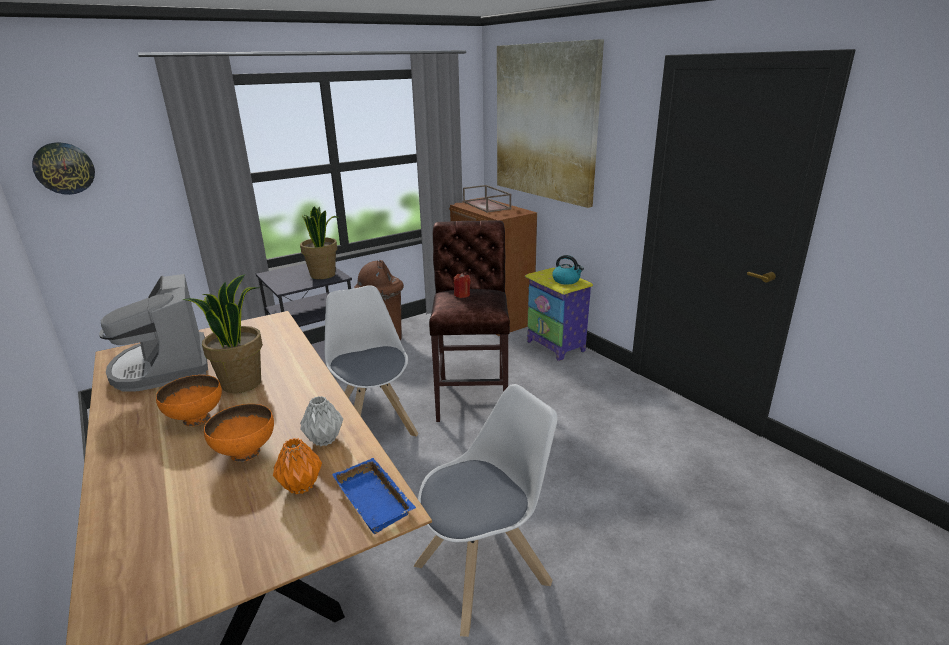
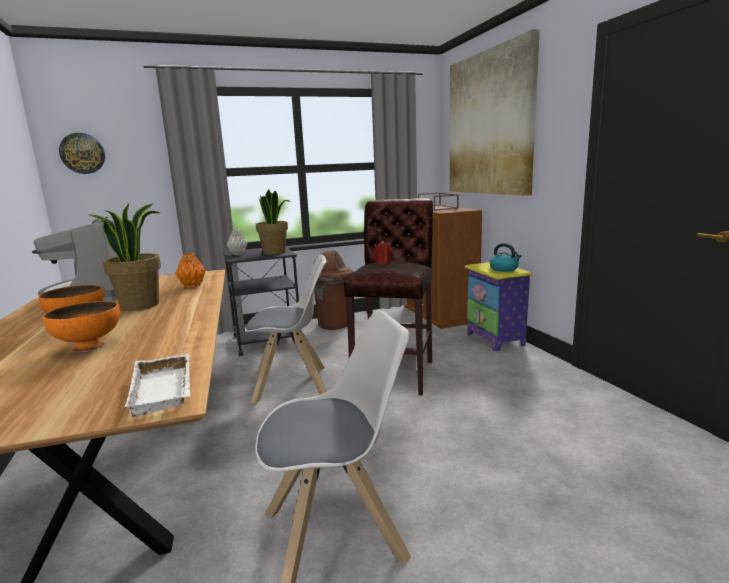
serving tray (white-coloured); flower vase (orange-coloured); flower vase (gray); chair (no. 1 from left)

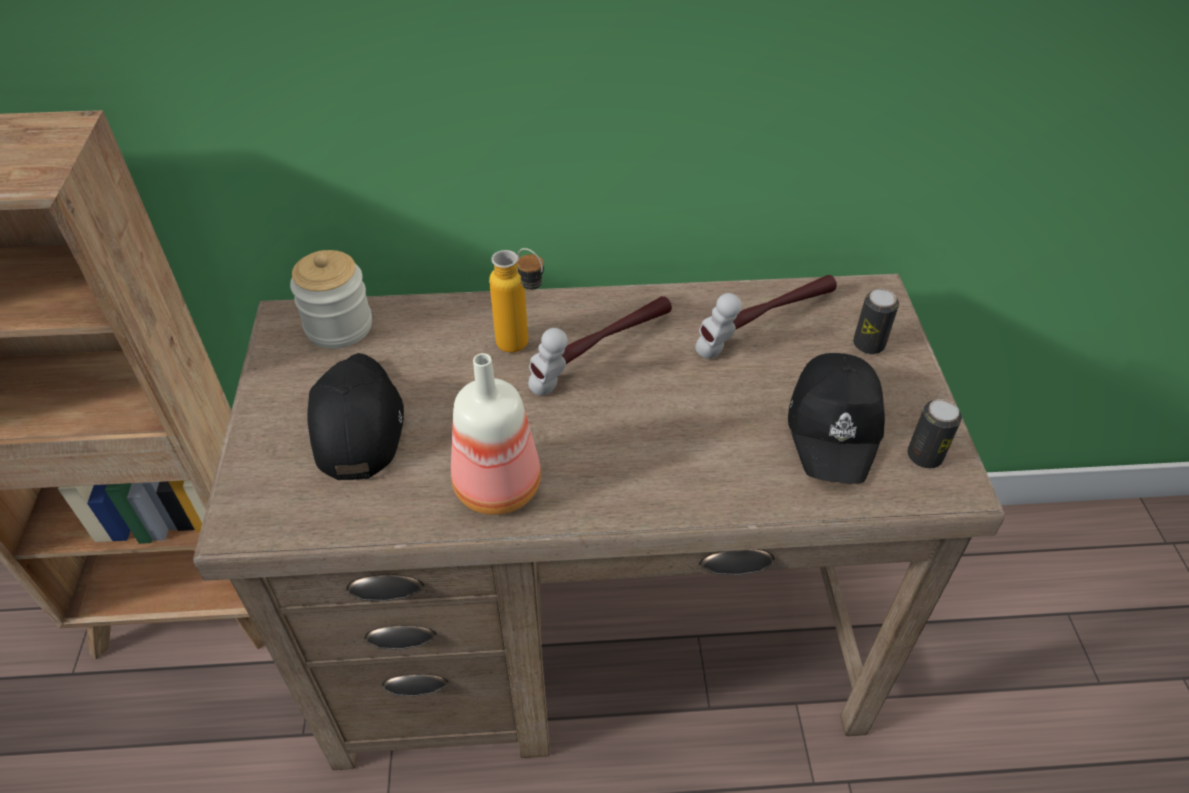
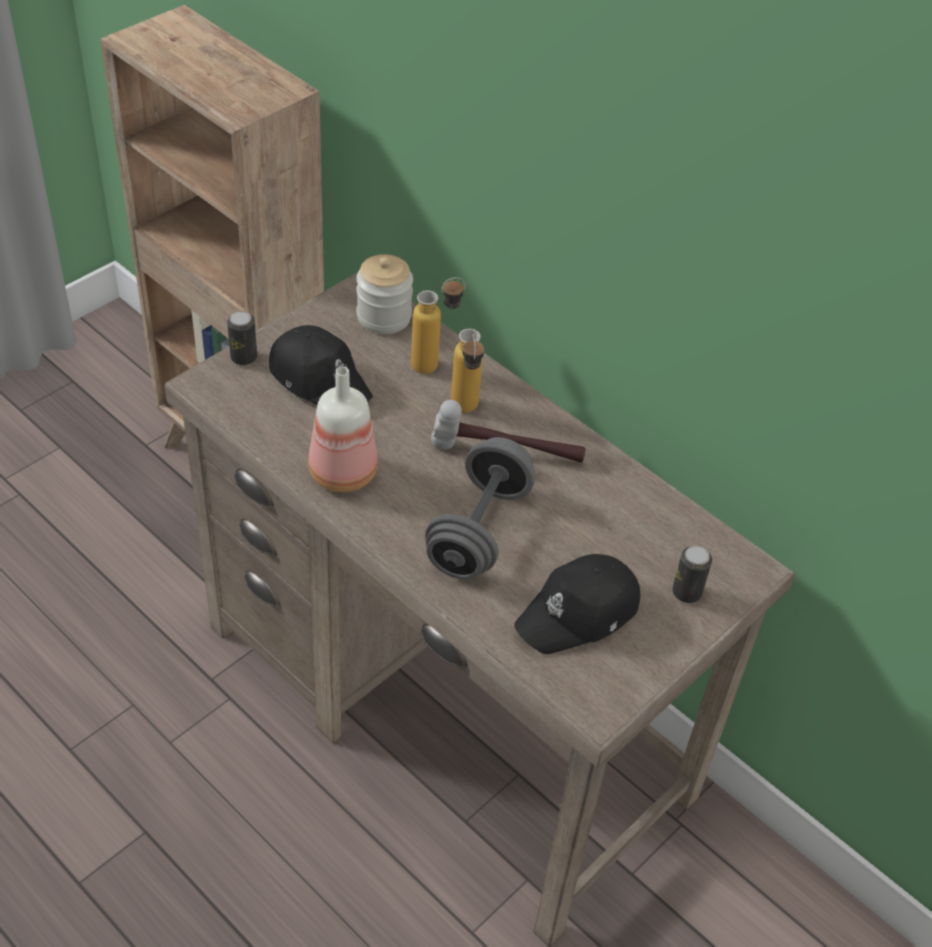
can (no. 1 from left); peaked cap (black-coloured) (no. 1 from left); bottle (no. 2 from left); dumbbell (gray); hammer (no. 2 from left in the first image)

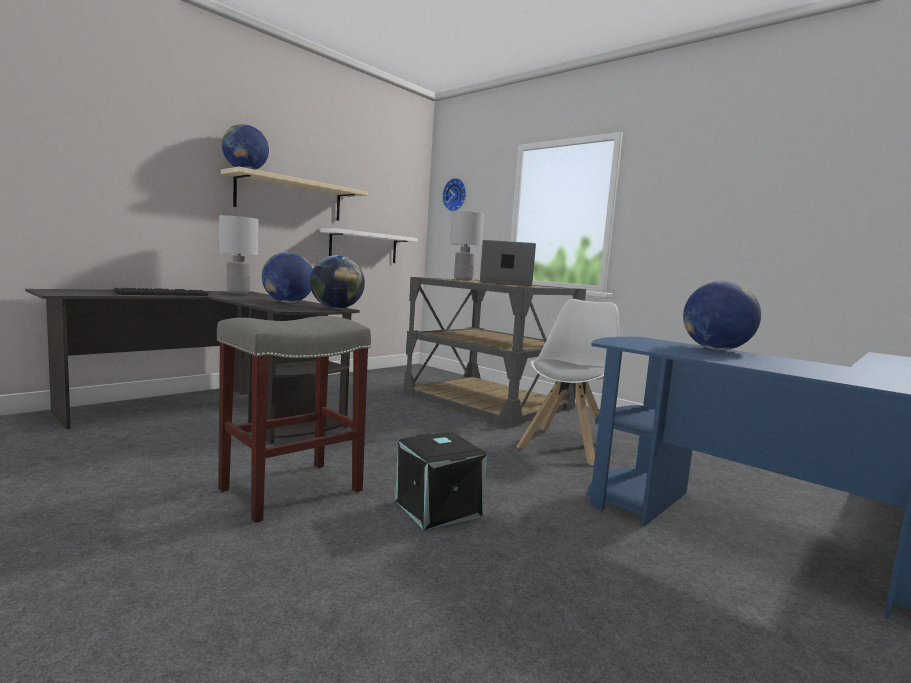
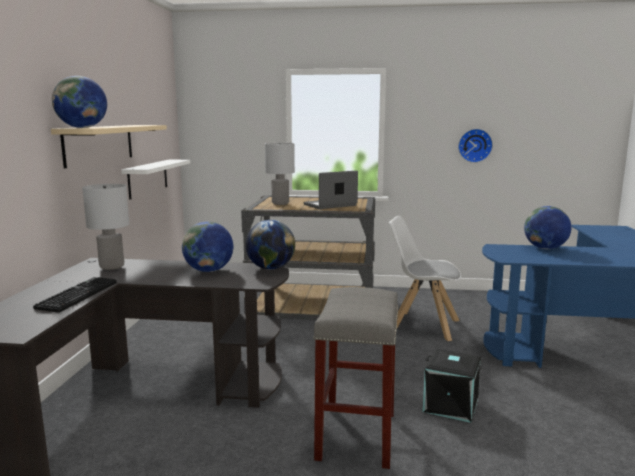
chair; hanging clock

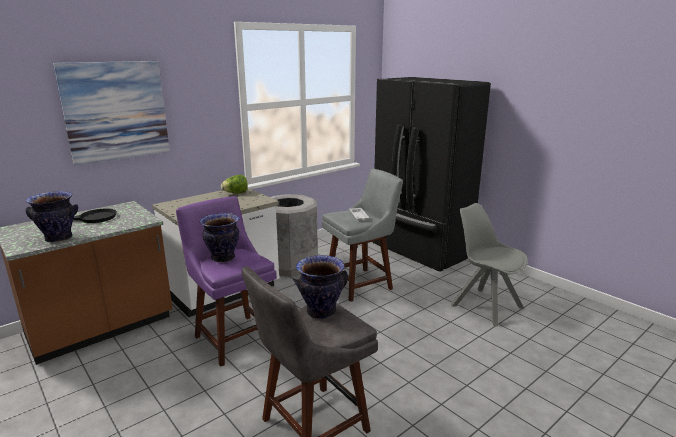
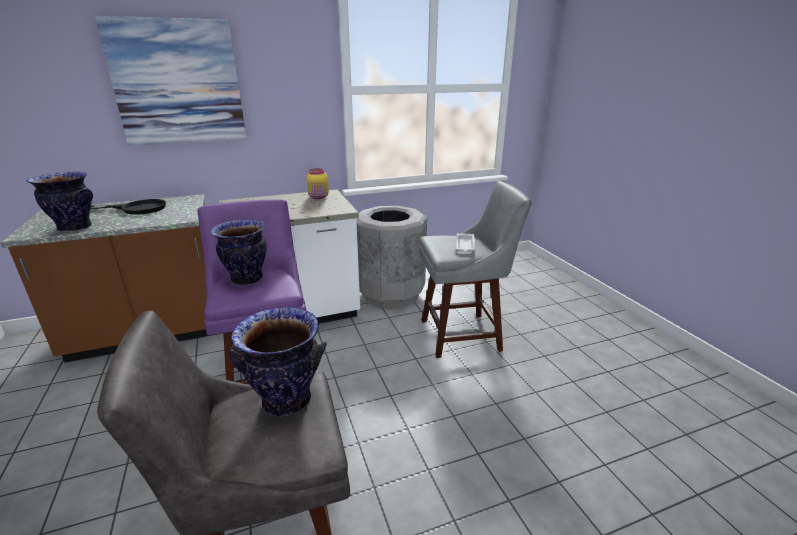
preserve jar (yellow-coloured); kitchen fridge (black-coloured); chair (gray)

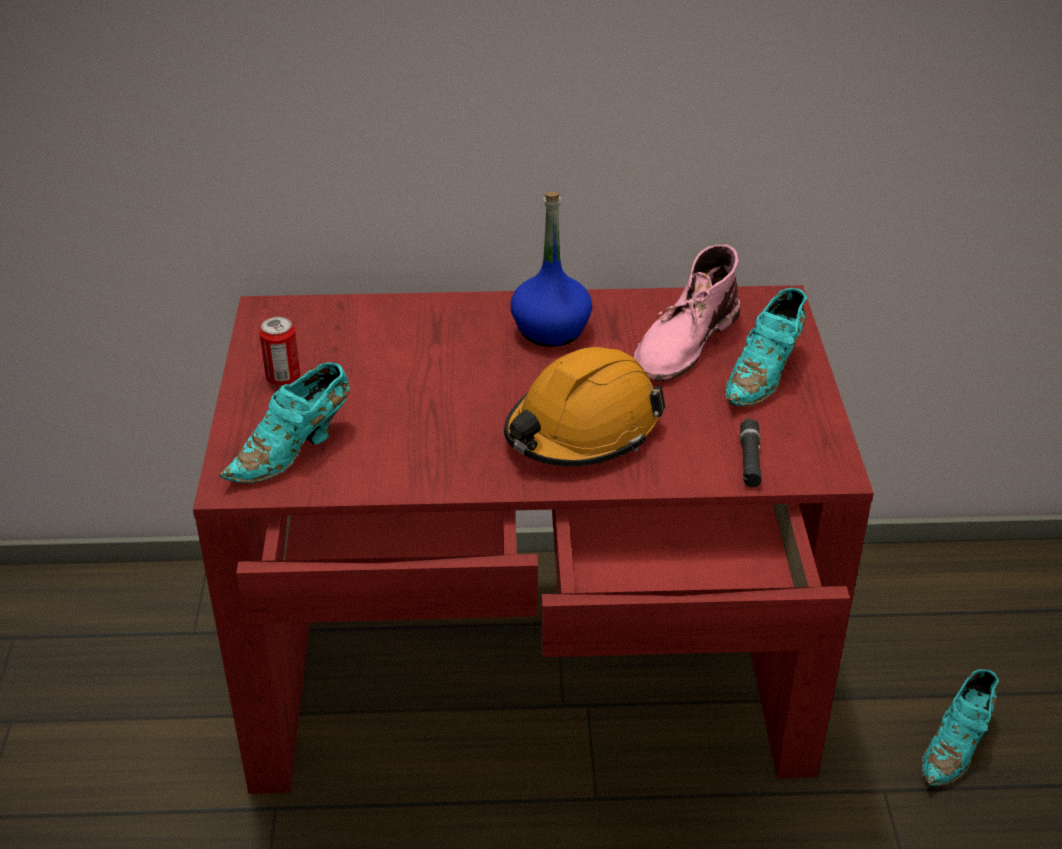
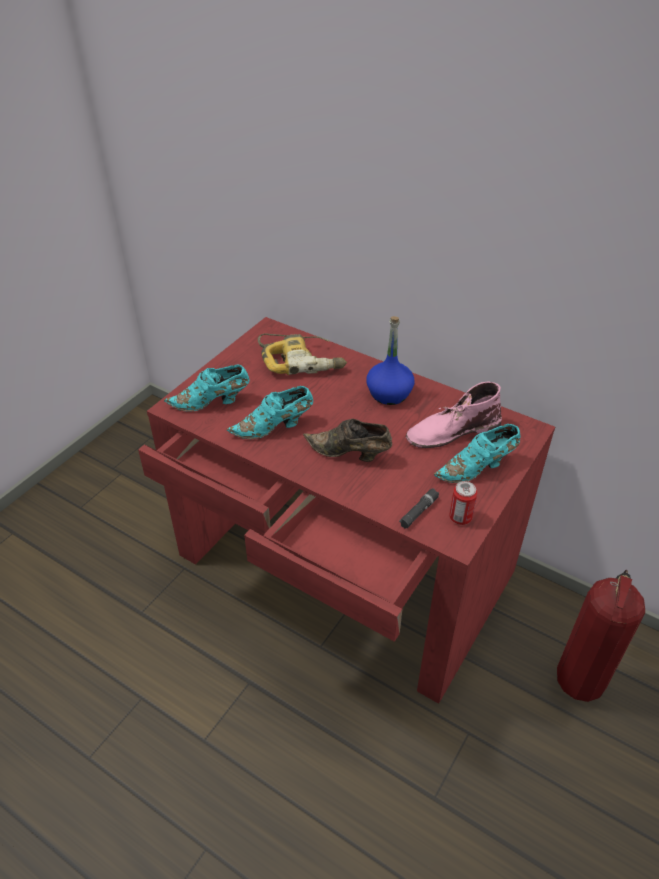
shoe (blue-green) (no. 2 from left); power drill; shoe (brownish); can; fire-fighting cylinder

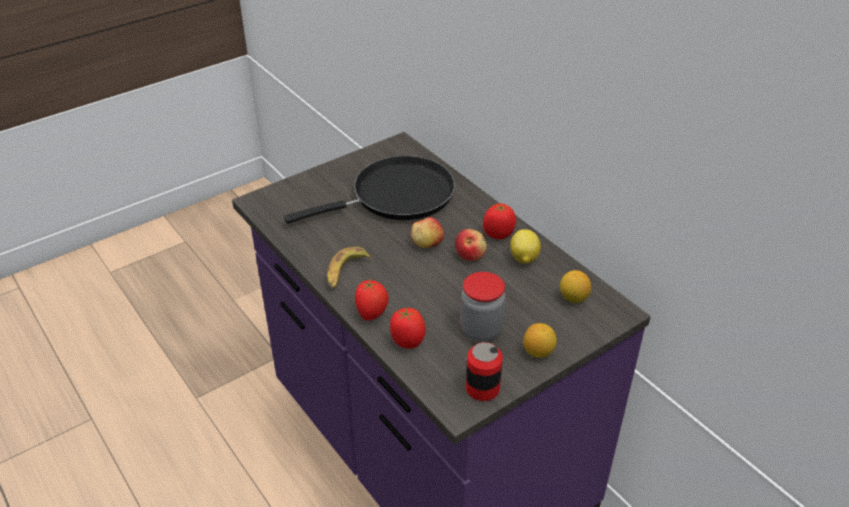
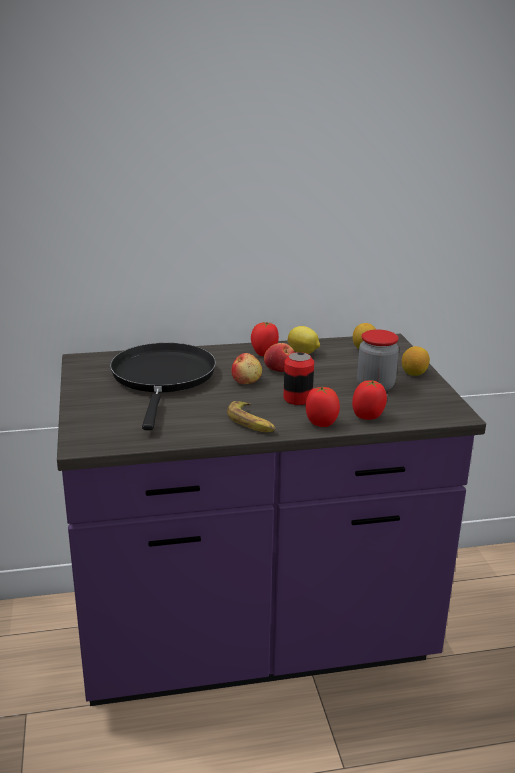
can

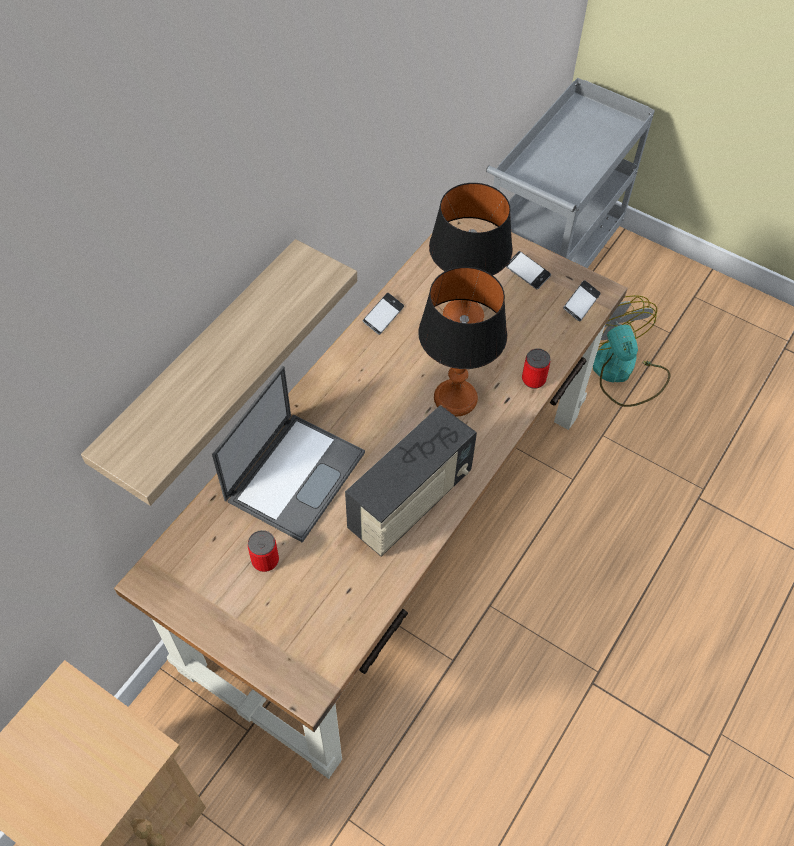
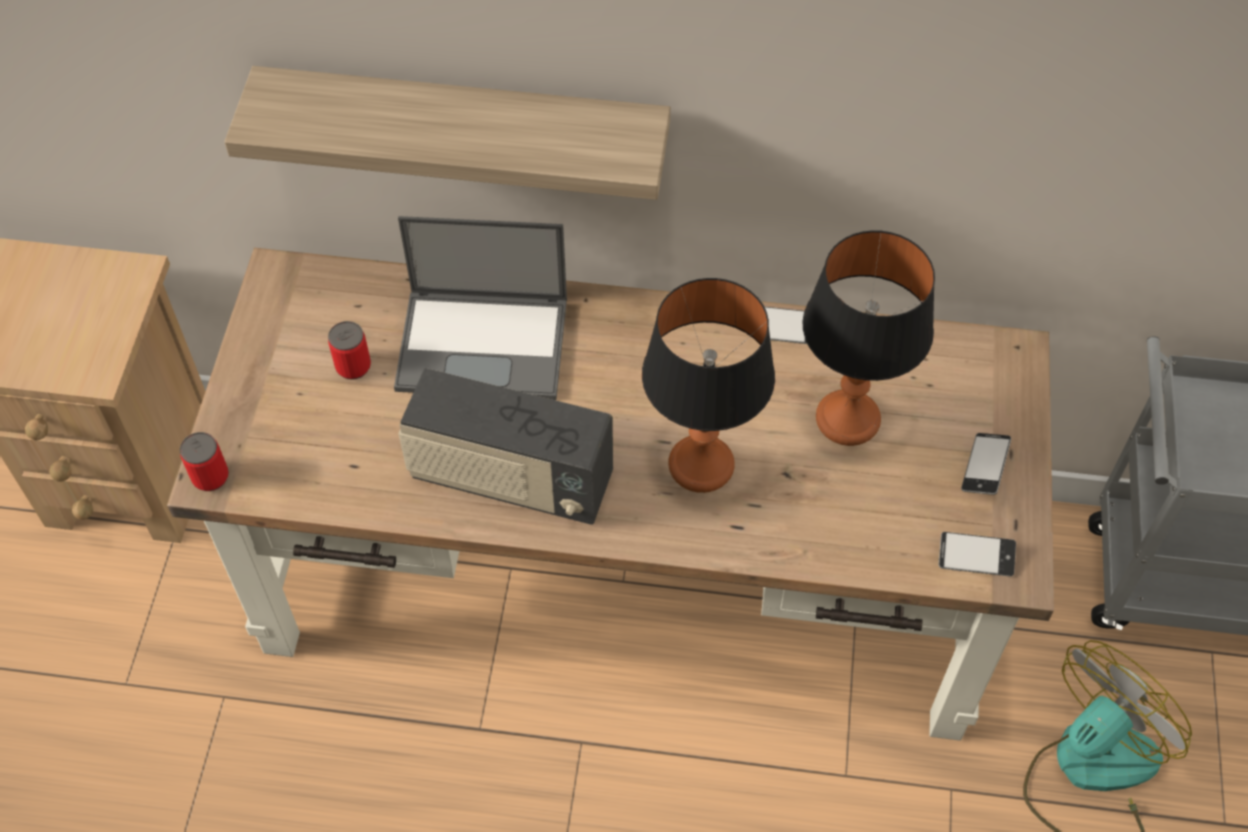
can (no. 1 from left)

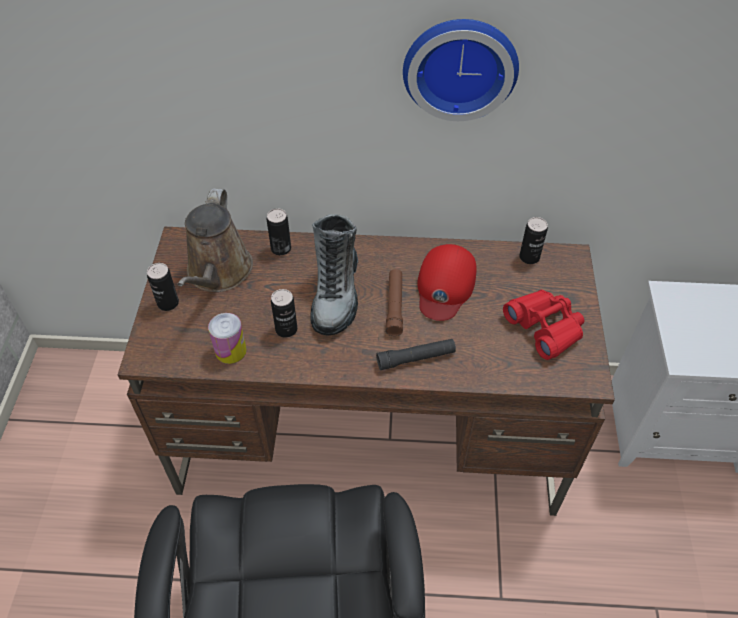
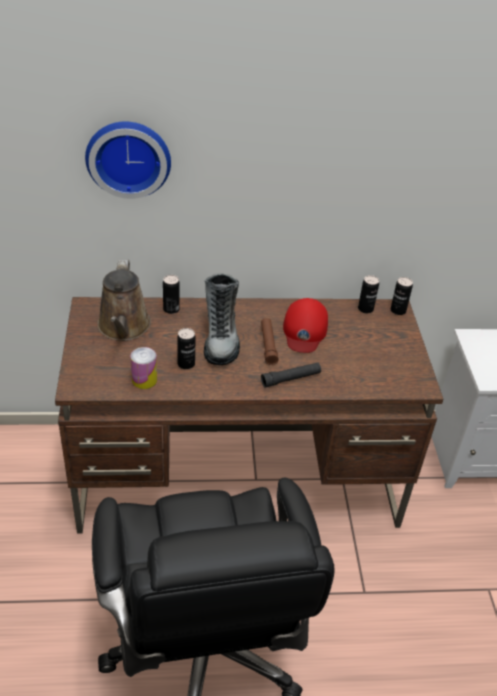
hanging clock; can (no. 5 from left); binoculars (reddish)

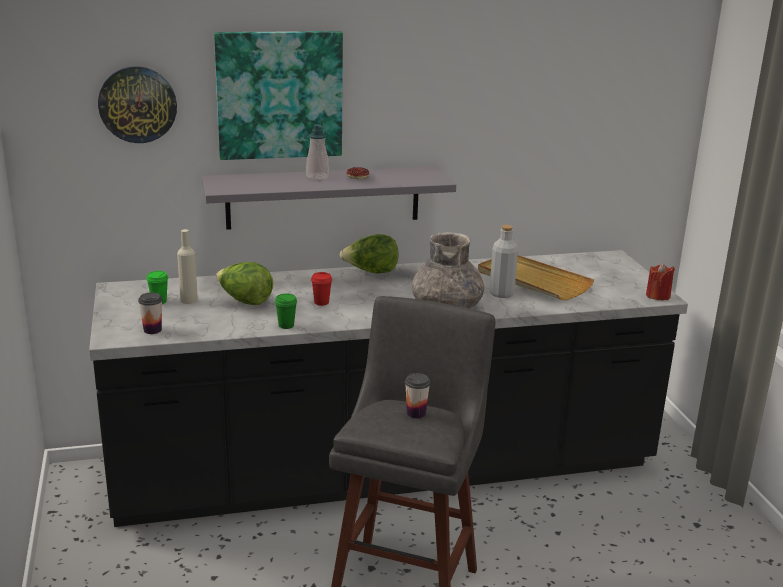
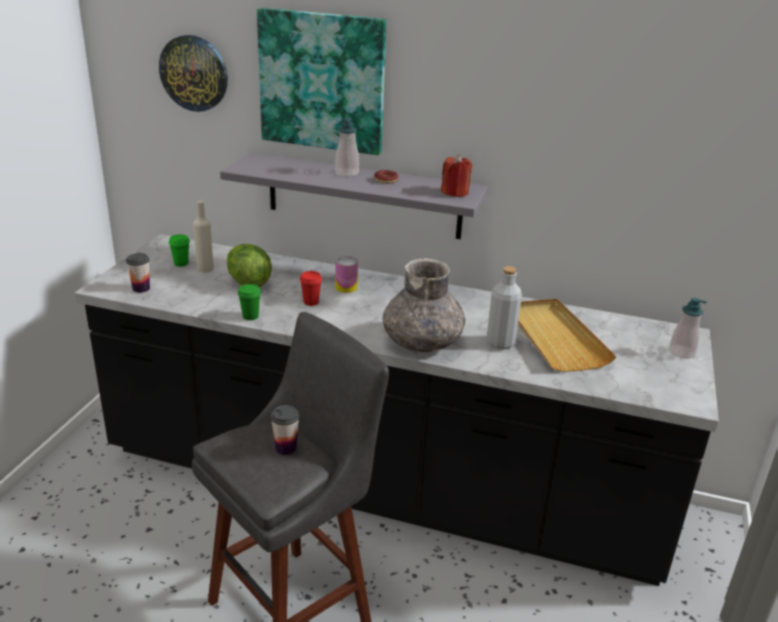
can; candle (reddish); soap dispenser (no. 2 from left); lettuce (no. 2 from left in the first image)

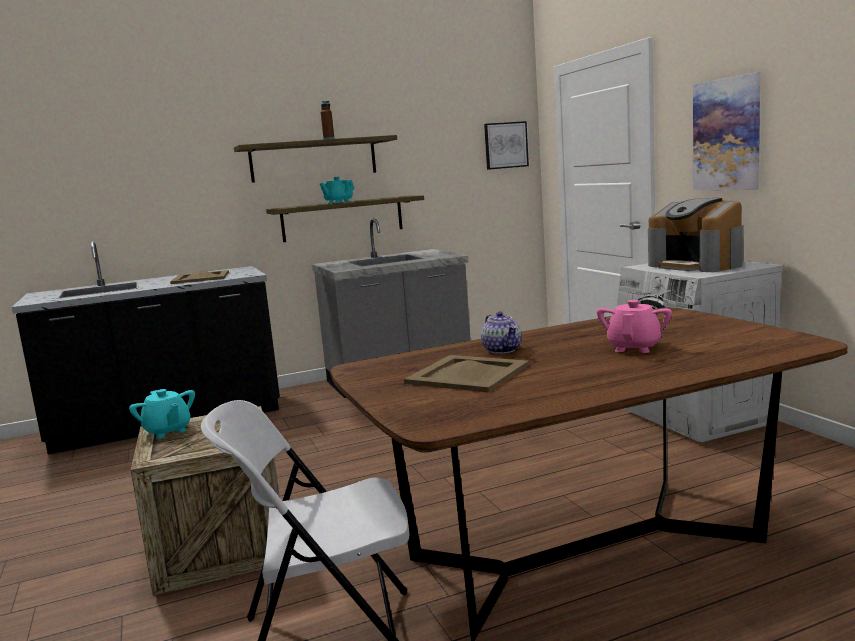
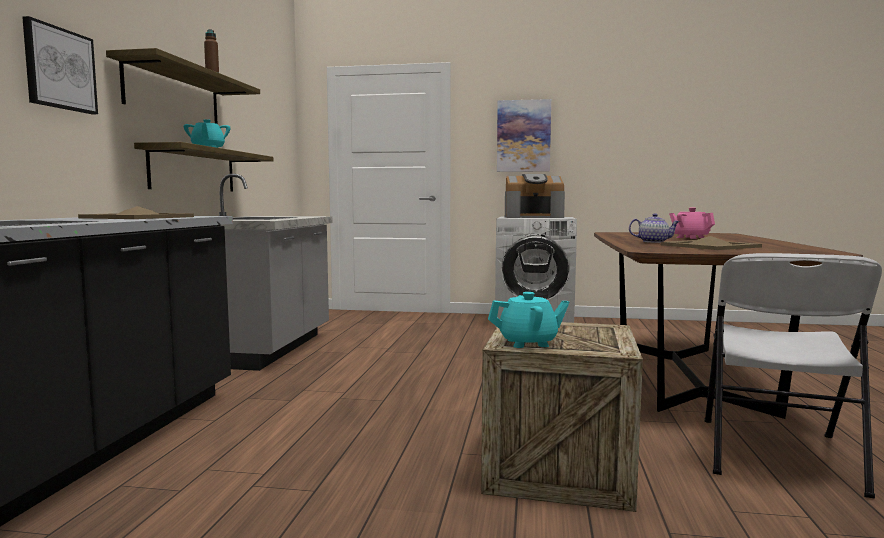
wall art (no. 1 from left)

